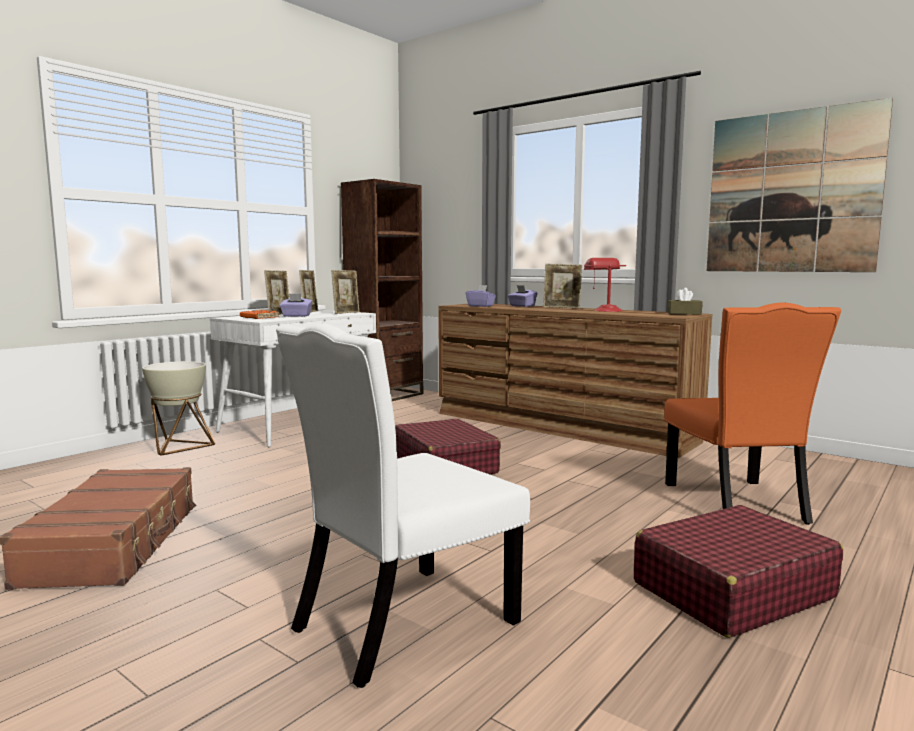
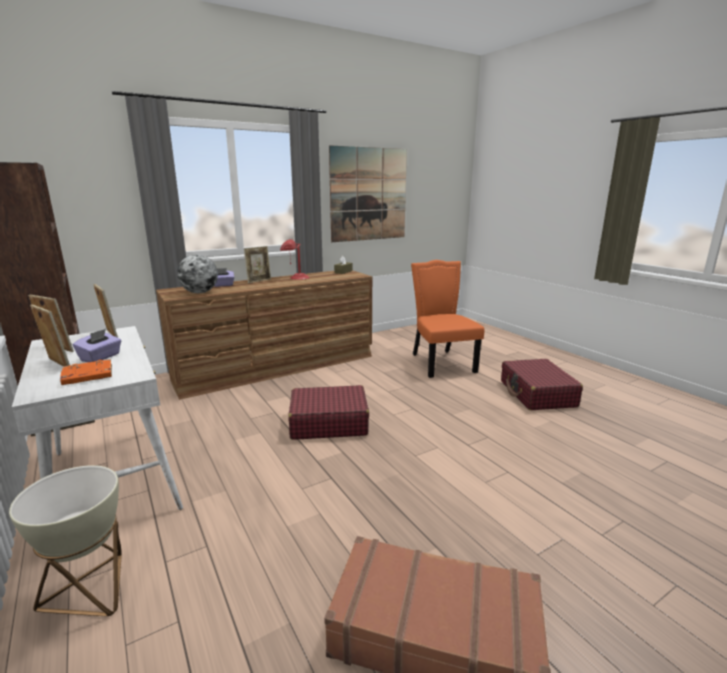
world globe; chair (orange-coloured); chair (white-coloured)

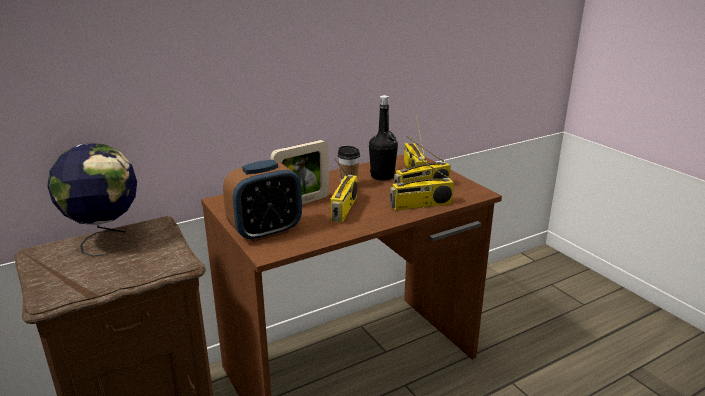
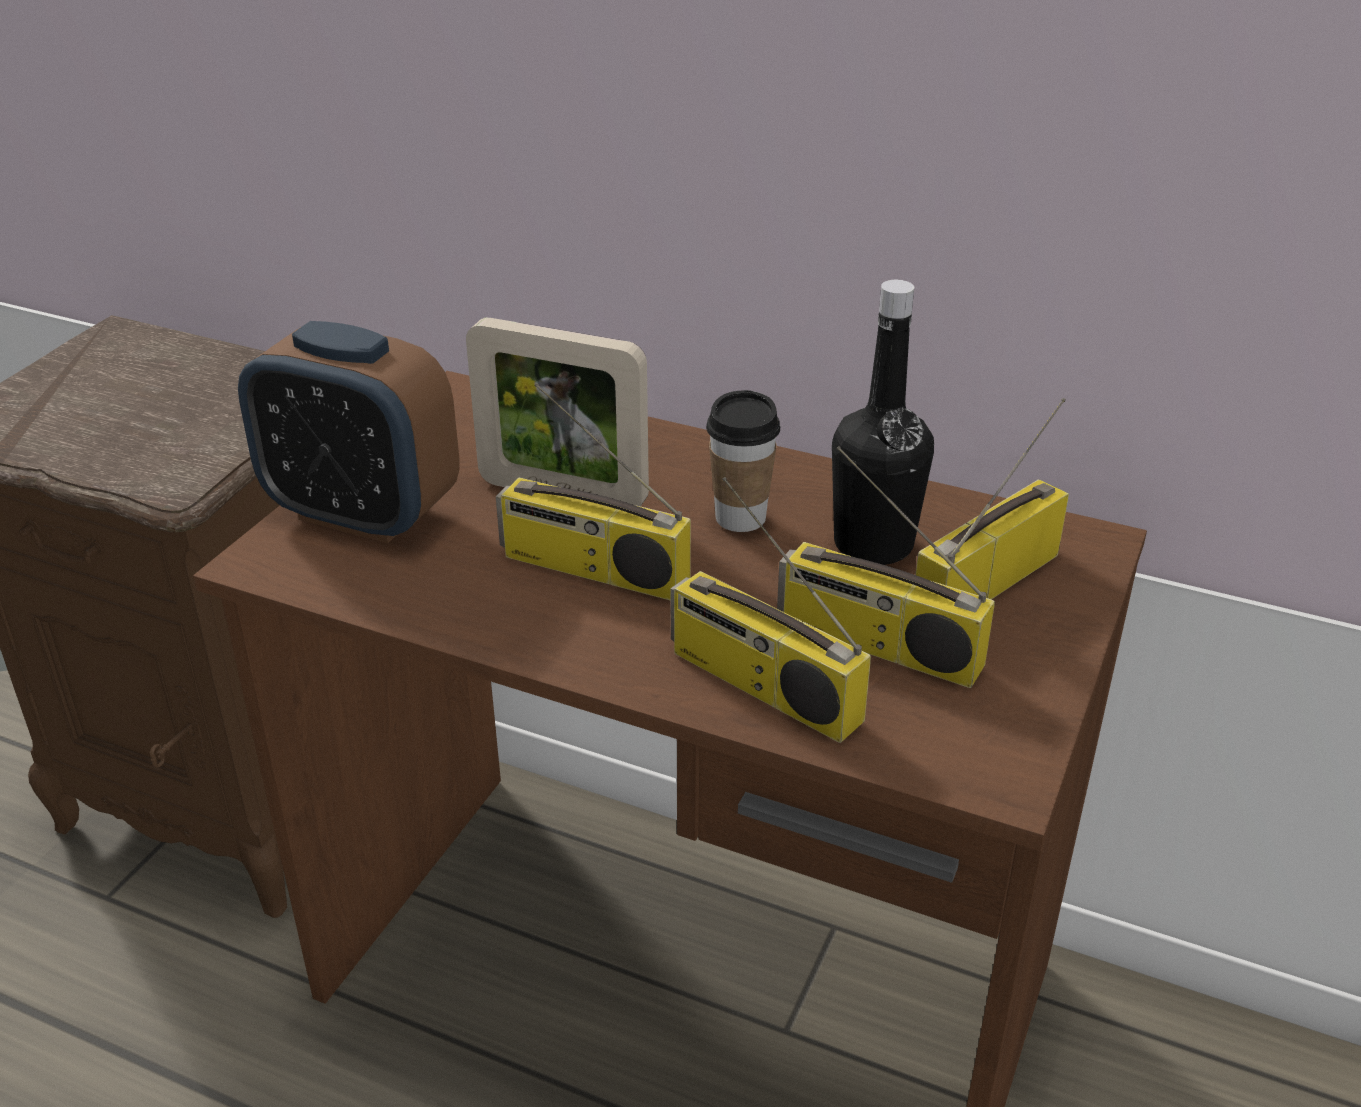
radio (no. 1 from left); world globe

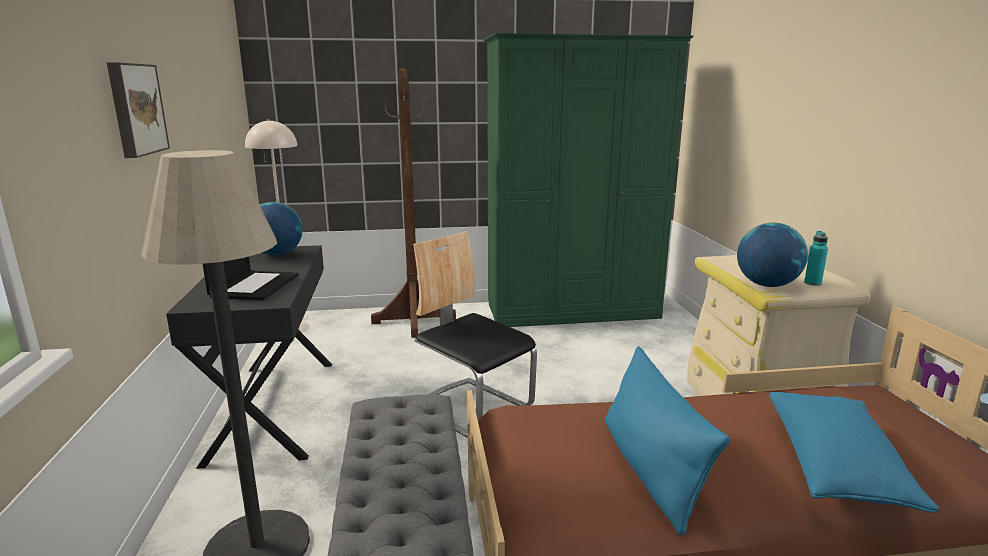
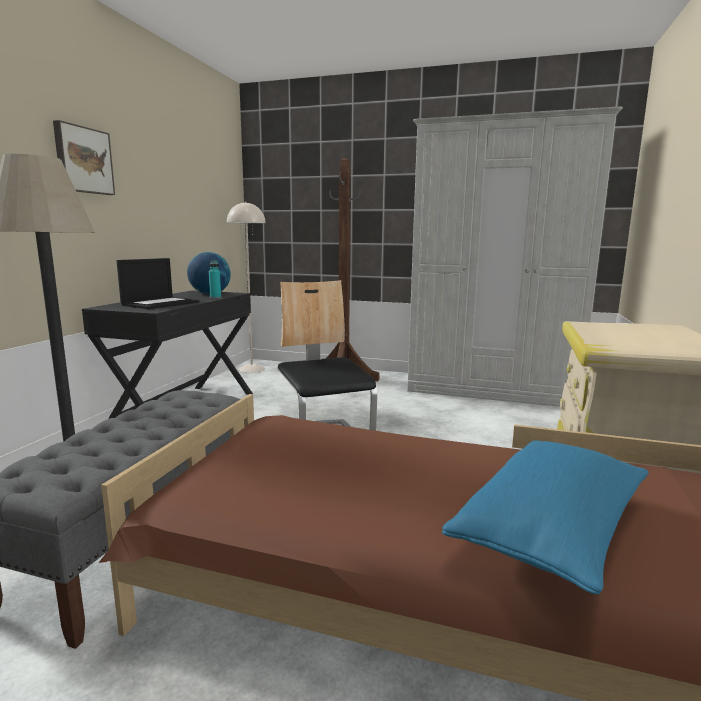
bottle (blue-green); wardrobe (white-coloured); cushion (bluish) (no. 1 from left in the first image); world globe (no. 2 from left in the first image)

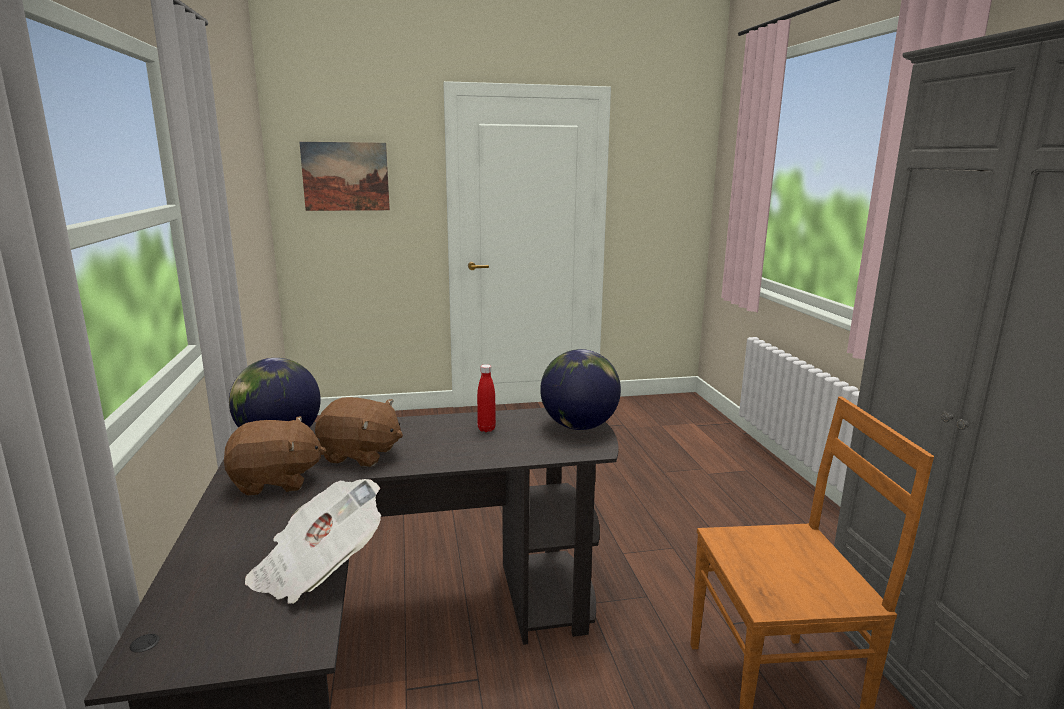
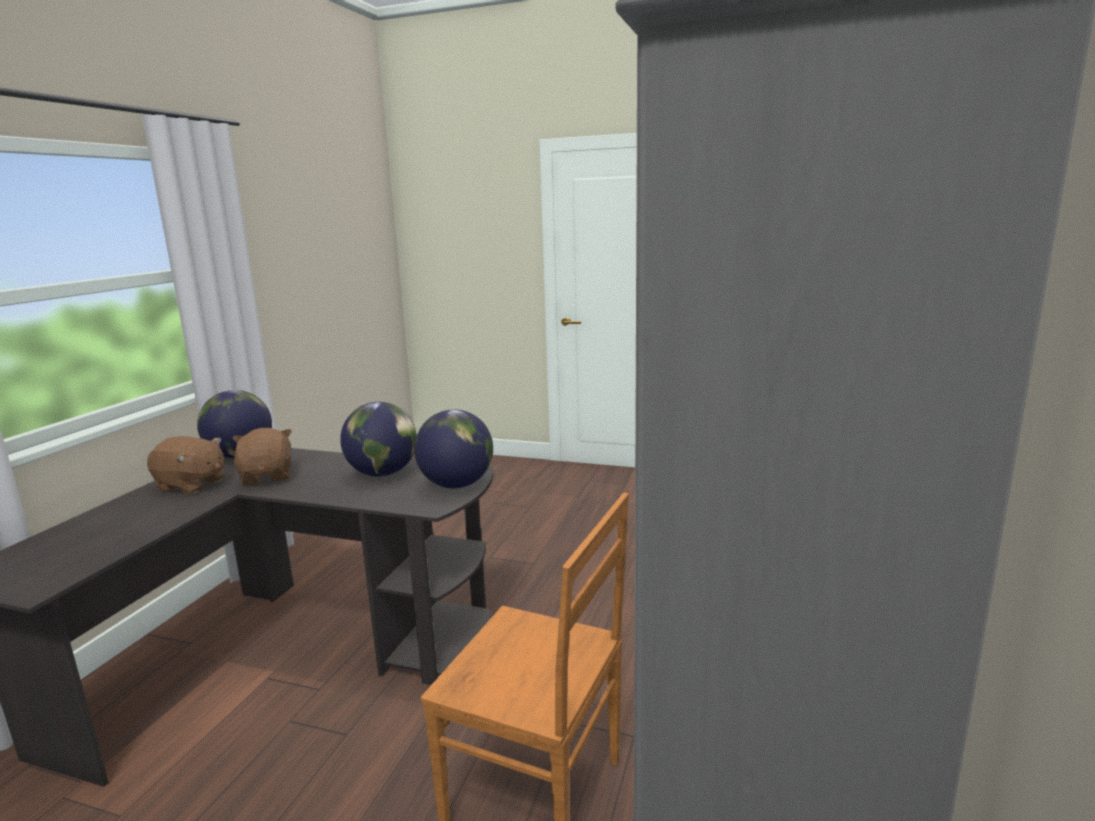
cuddly toy (brownish) (no. 2 from left); world globe (no. 2 from left); daily paper; wall art

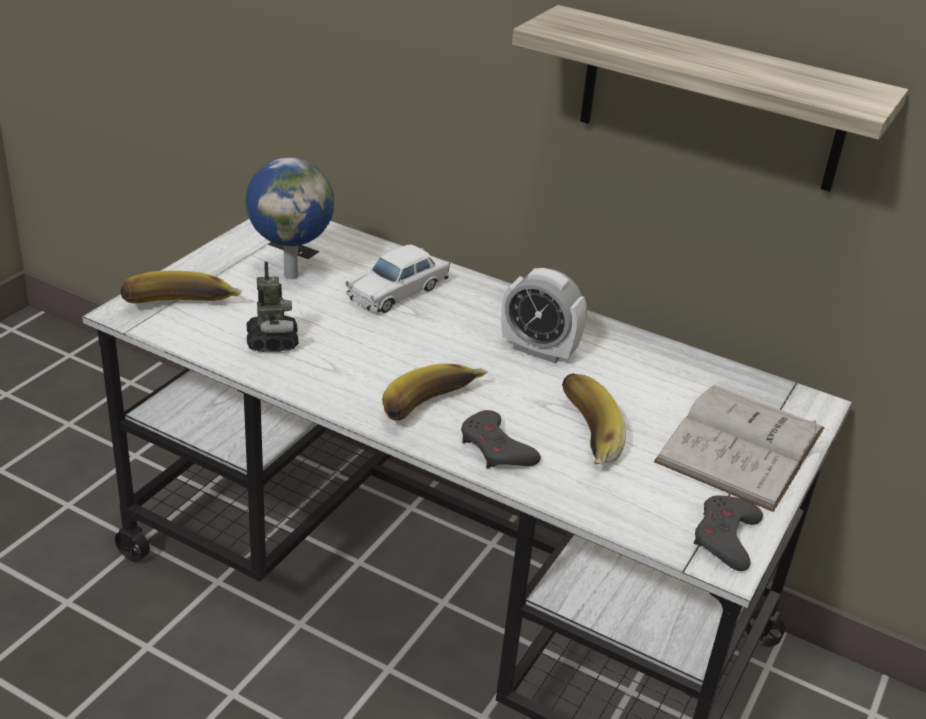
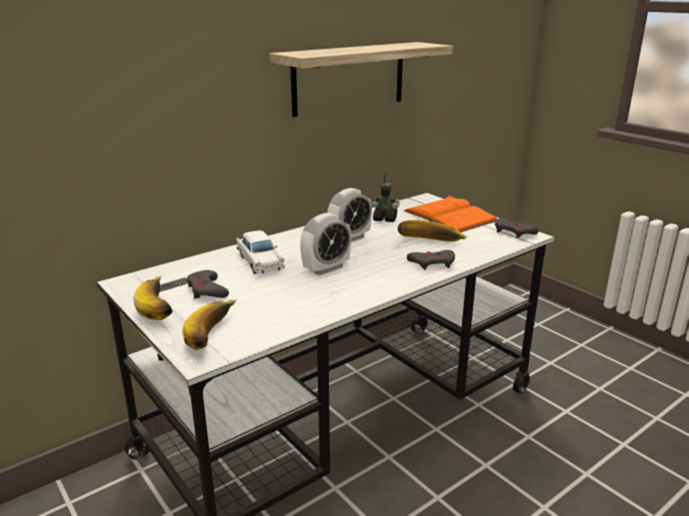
banana fruit (no. 1 from left); joypad (gray) (no. 1 from left); alarm clock (no. 1 from left); toy robot; volume (orange-coloured)

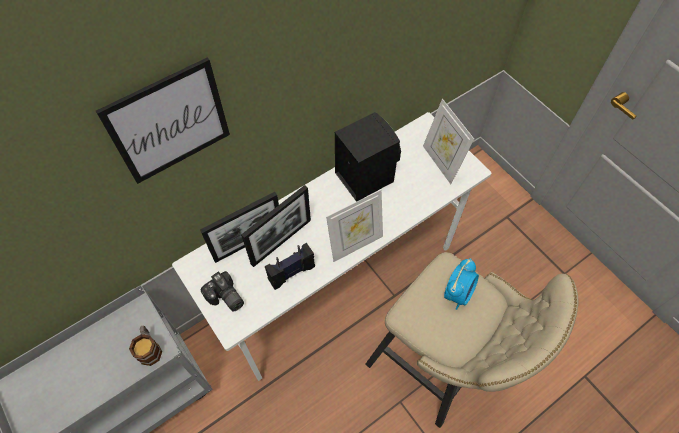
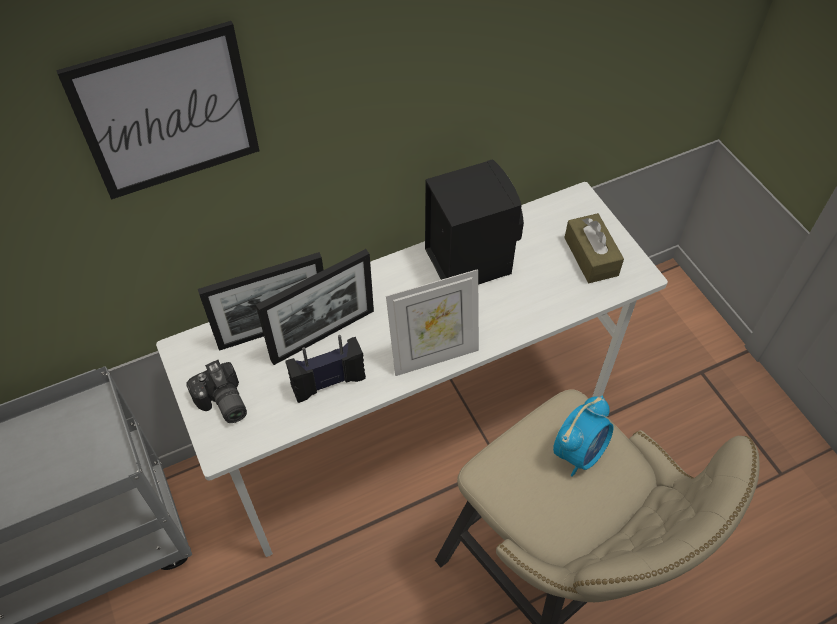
tissue holder (brownish); tea mug

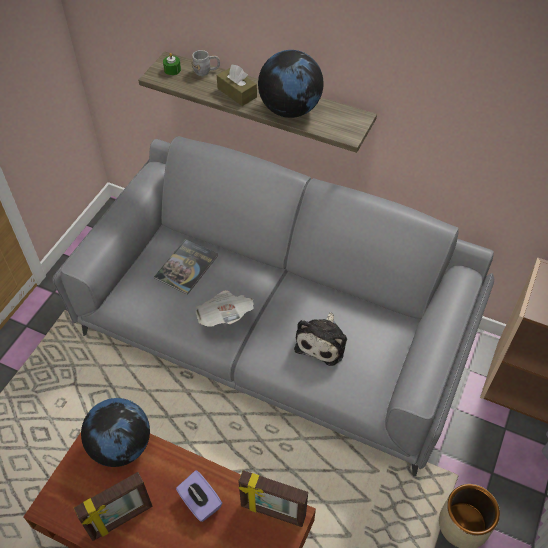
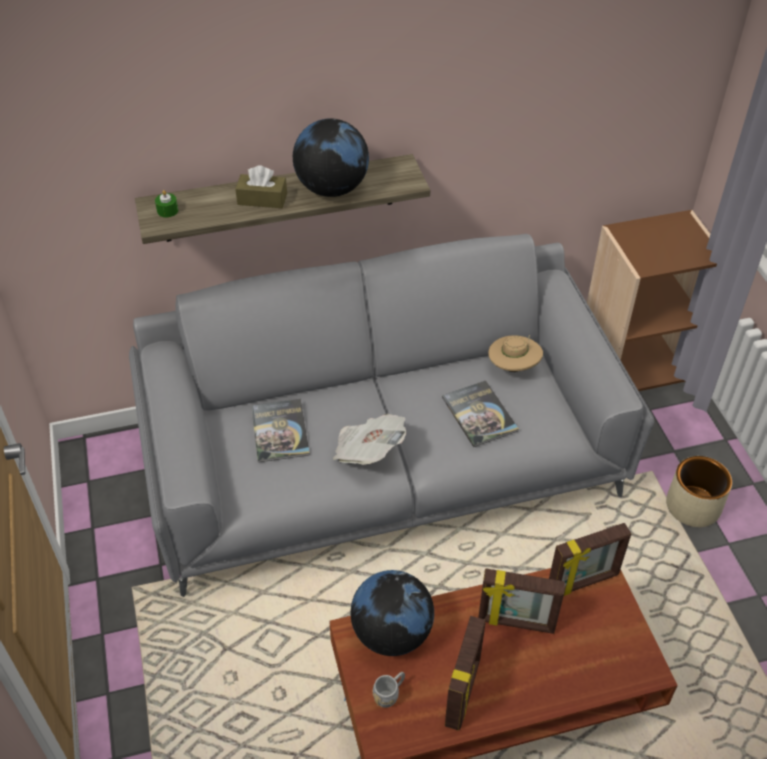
tea mug (gray); volume (no. 2 from left); standing frame (no. 2 from left); hat (beige)

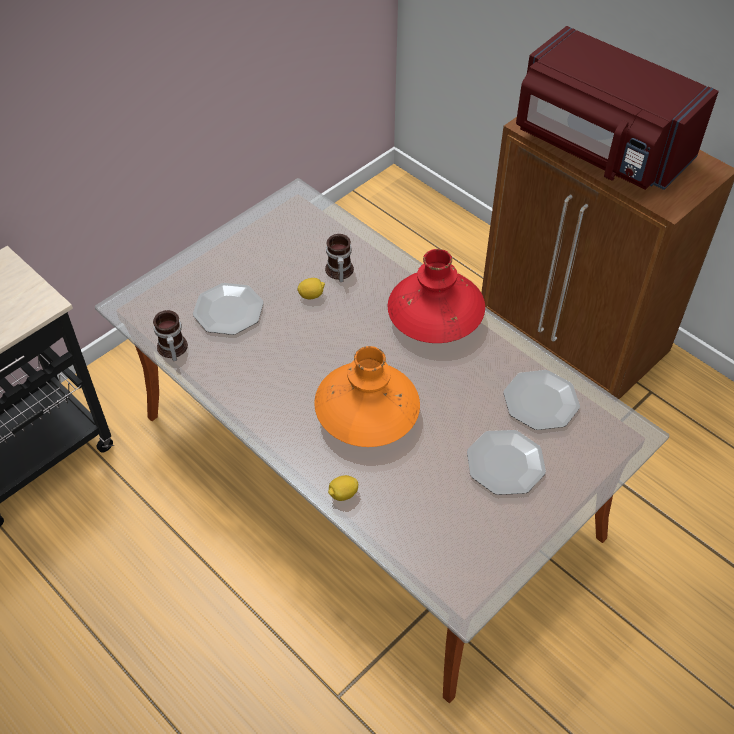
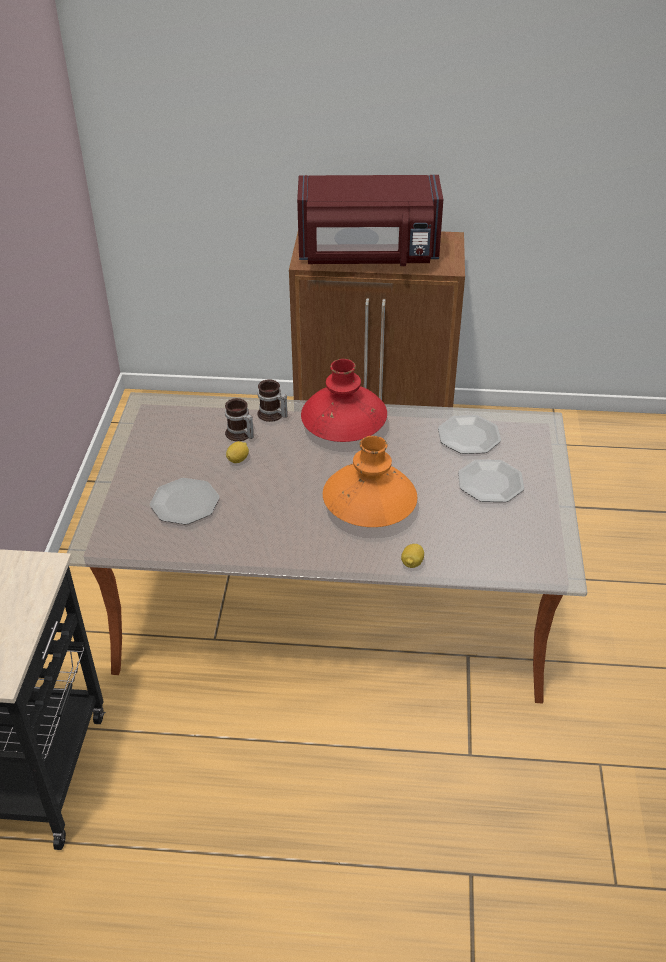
tea mug (no. 2 from left)

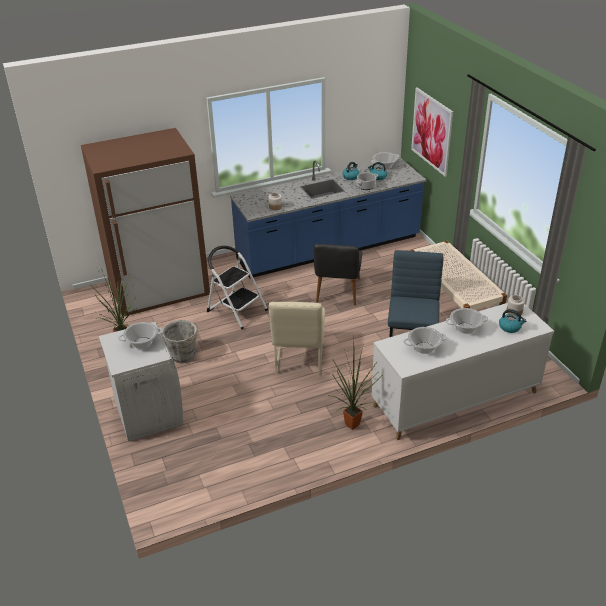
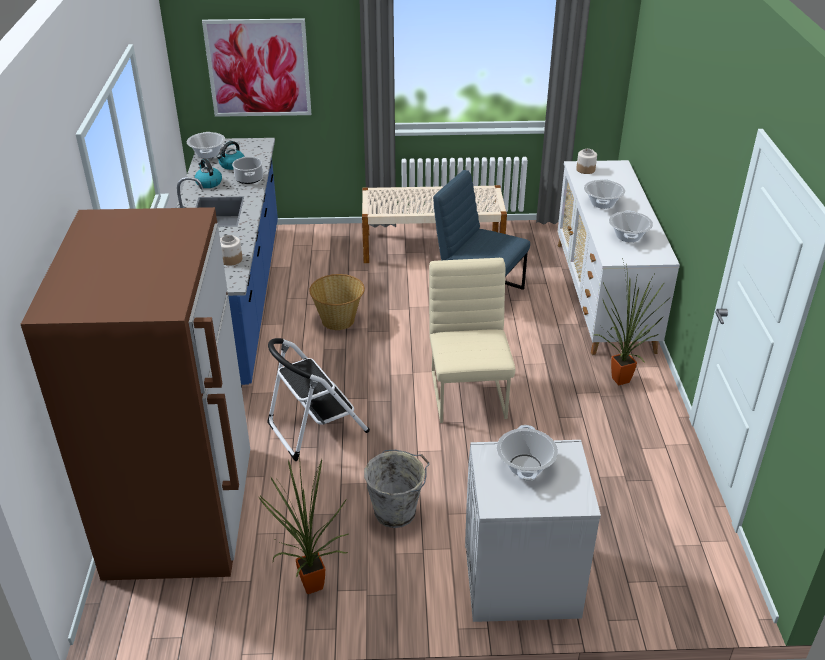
basket; chair (beige); kettle (no. 3 from left in the first image)

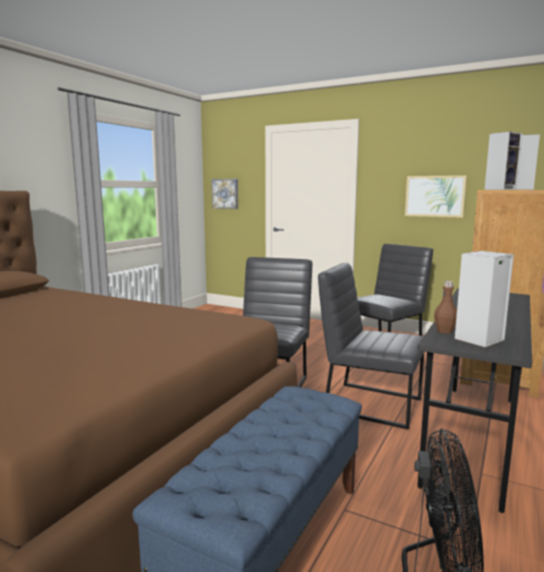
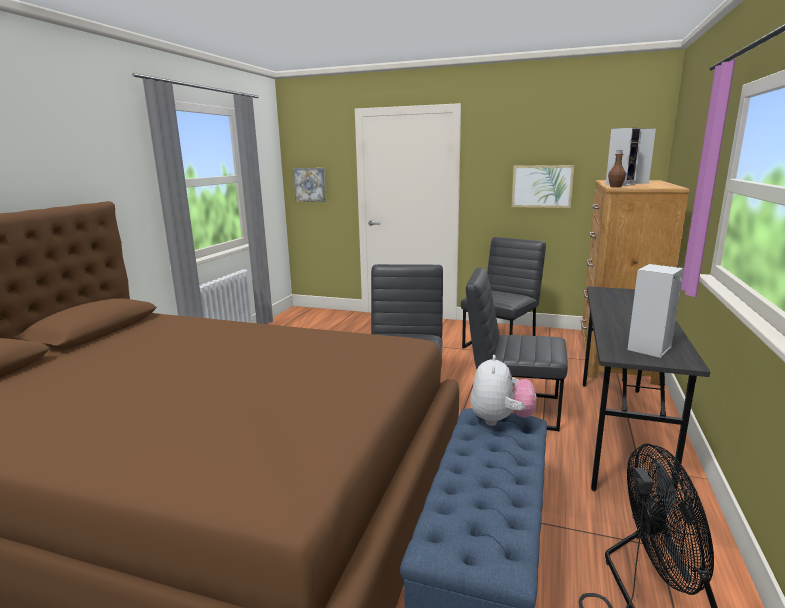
cuddly toy; bottle (brownish)

